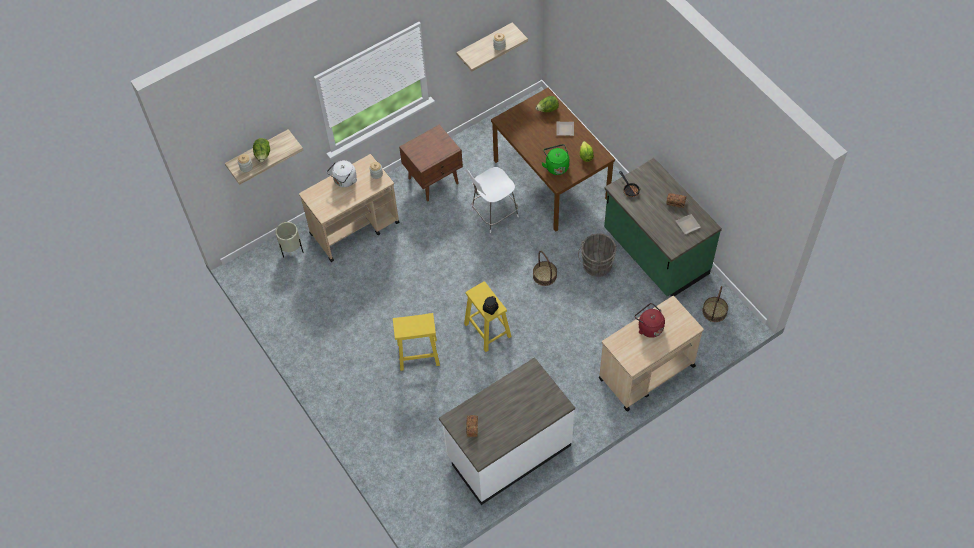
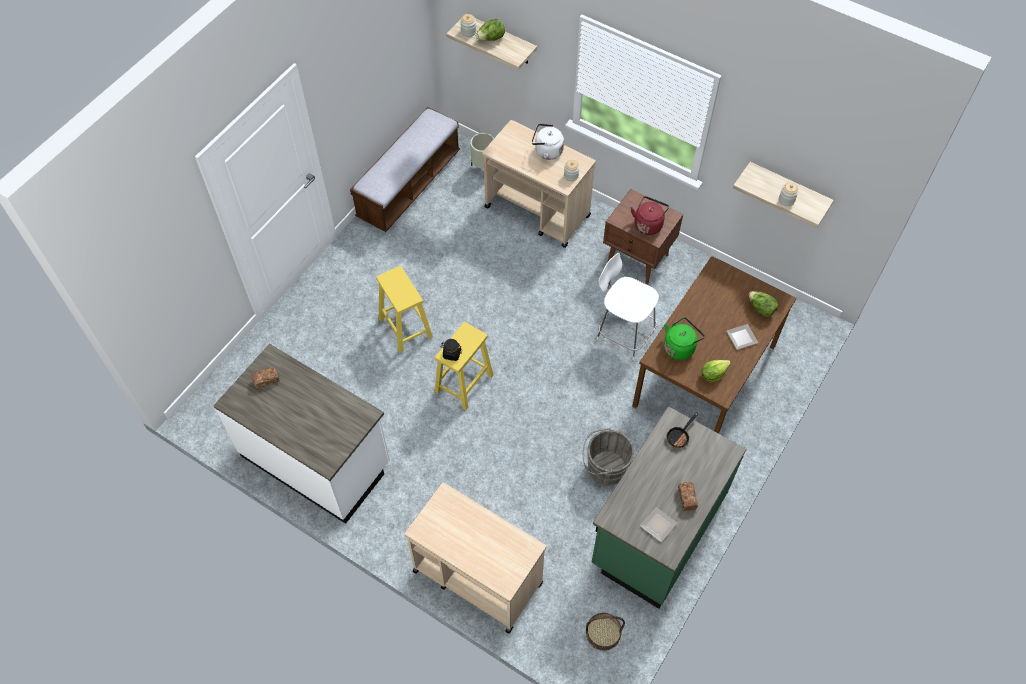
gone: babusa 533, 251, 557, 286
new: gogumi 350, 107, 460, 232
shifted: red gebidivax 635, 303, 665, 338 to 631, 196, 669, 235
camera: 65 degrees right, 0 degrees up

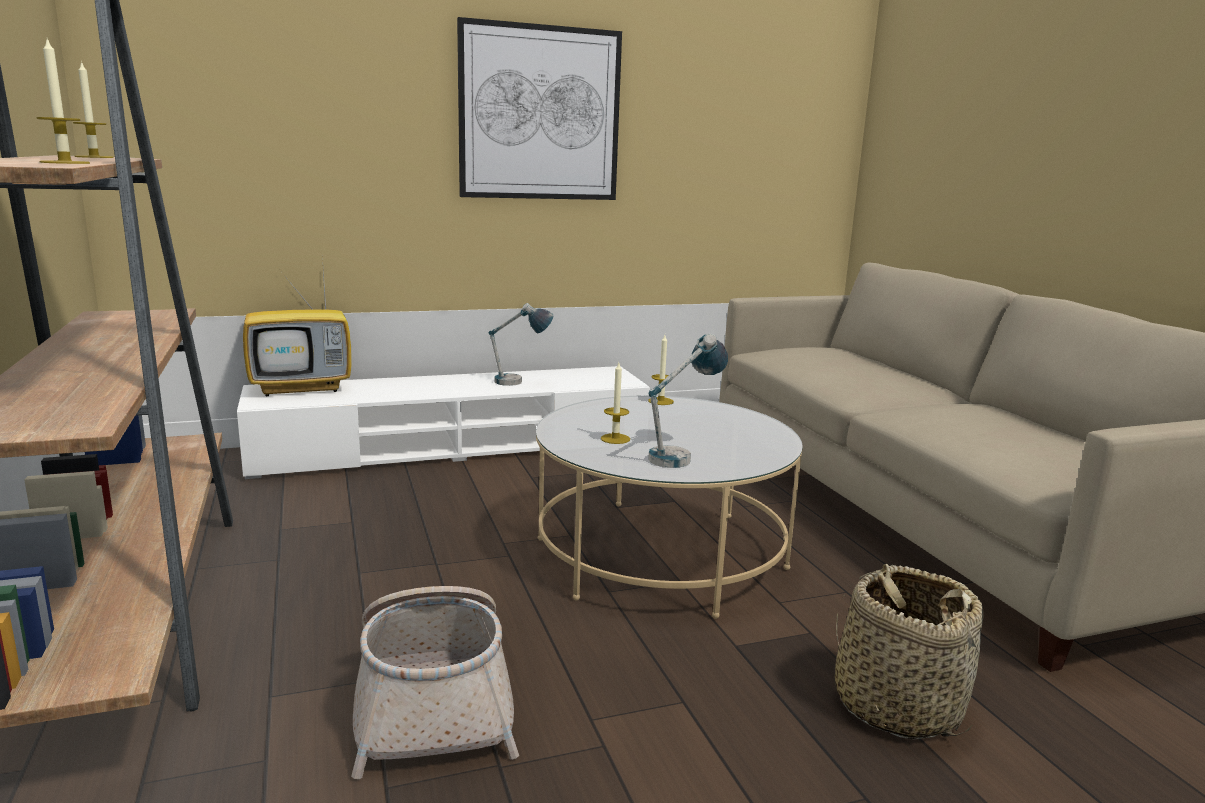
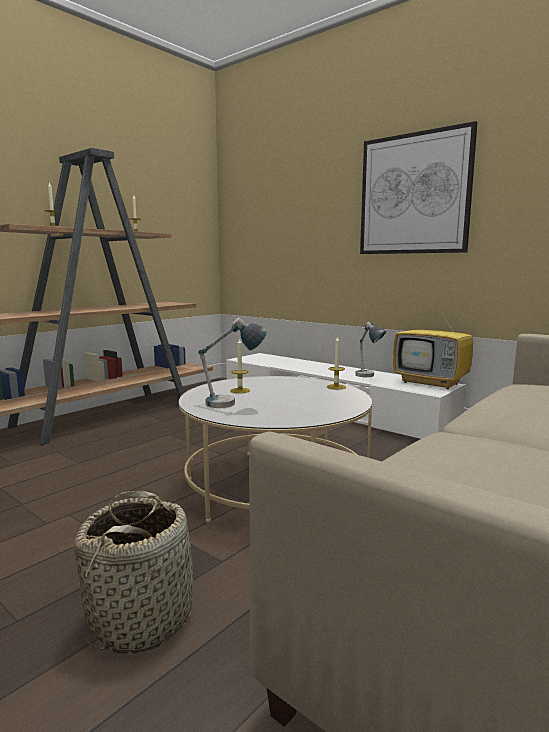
gone: babusa 351, 586, 519, 779
shifted: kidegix 243, 257, 352, 396 to 393, 298, 473, 389
camera: 60 degrees right, 5 degrees down

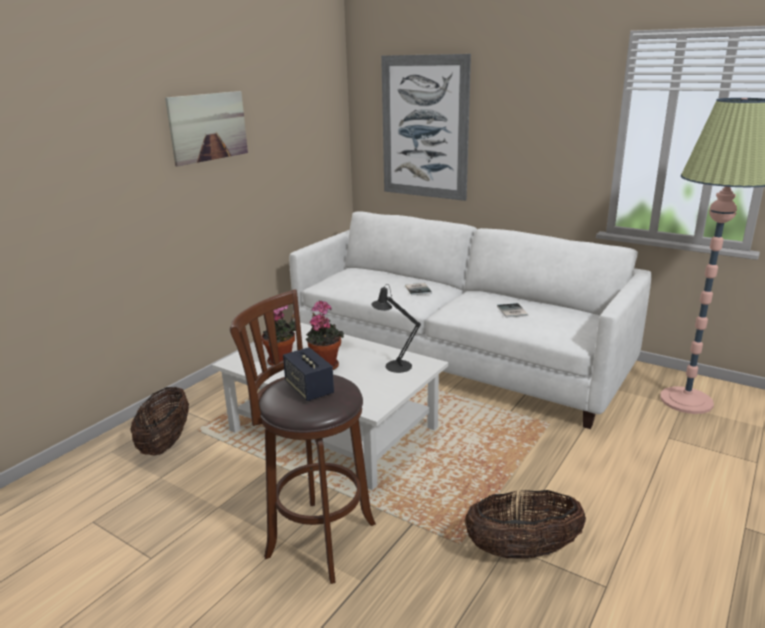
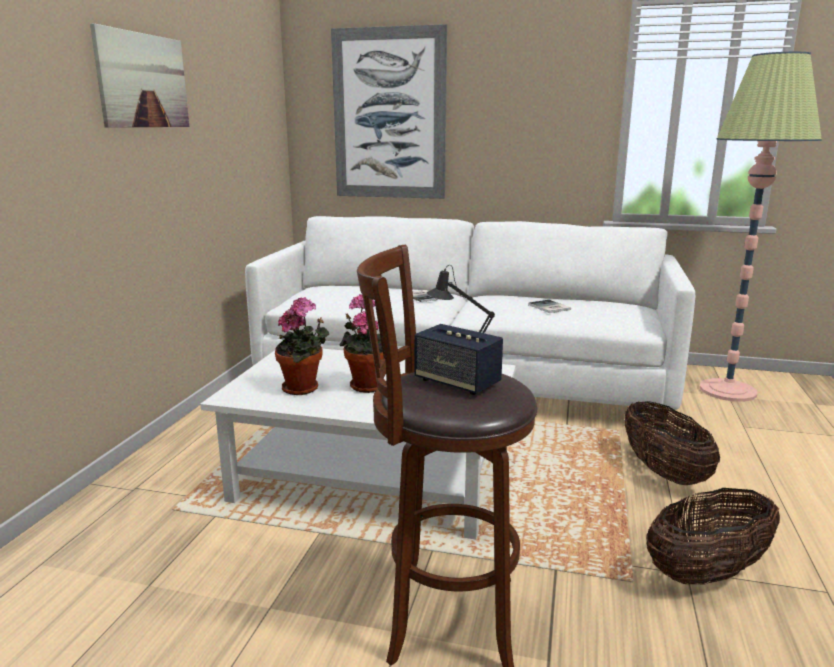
shifted: babusa 130, 387, 189, 455 to 625, 401, 720, 485
camera: 20 degrees left, 5 degrees down

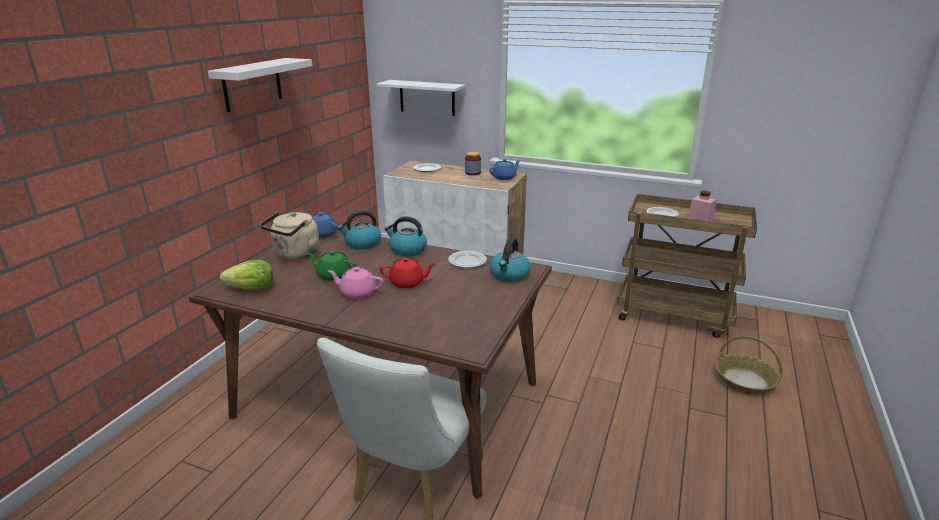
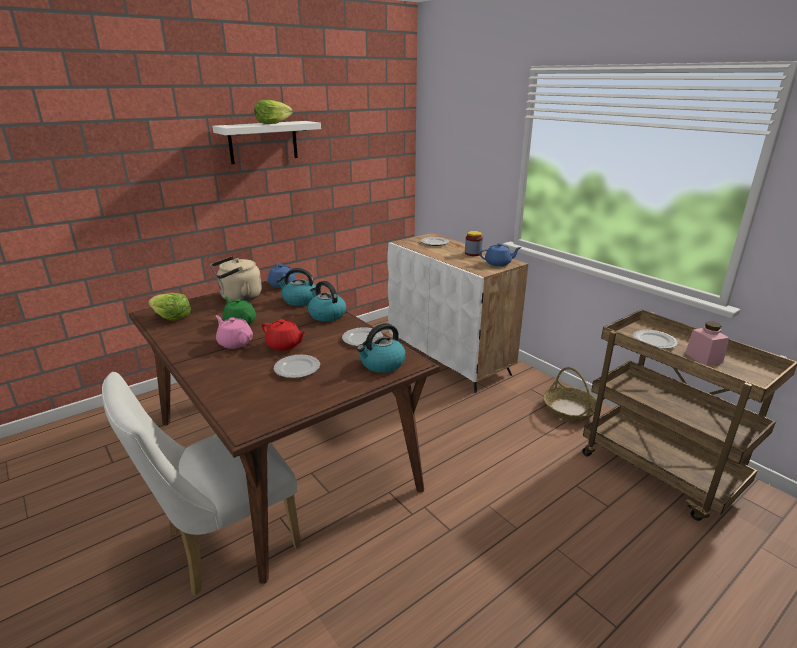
gone: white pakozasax 377, 80, 465, 116
new: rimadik 254, 100, 293, 124; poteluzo 274, 355, 320, 378
shifted: babusa 716, 336, 782, 395 to 544, 367, 597, 422
camera: 30 degrees right, 0 degrees up

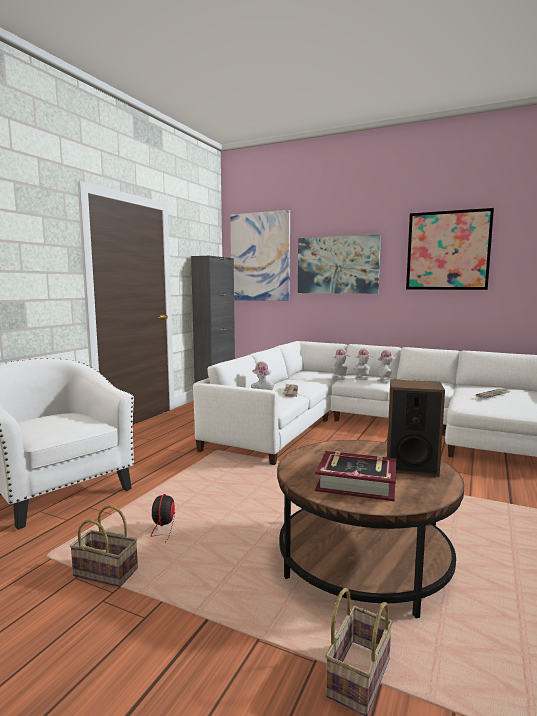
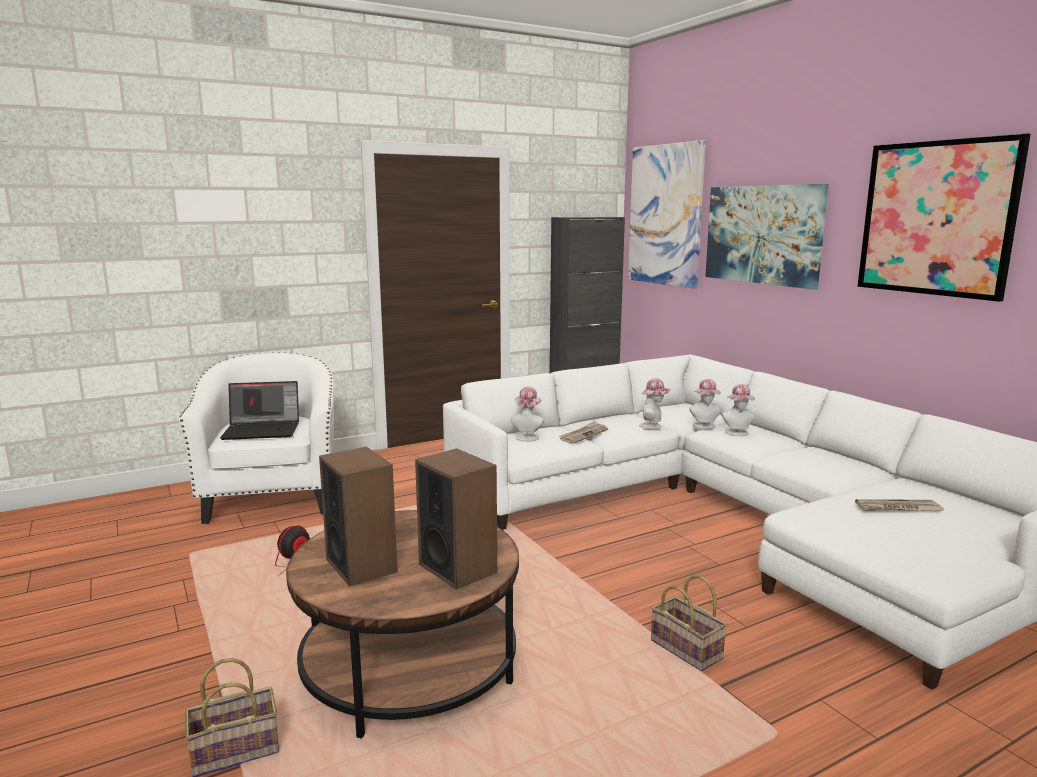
new: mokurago 220, 381, 299, 440
shifted: babusa 70, 505, 138, 587 to 651, 575, 727, 671; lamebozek 377, 350, 396, 382 to 639, 378, 671, 429
swapped: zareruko 315, 451, 396, 501 to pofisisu 319, 447, 398, 586
camera: 35 degrees right, 5 degrees up

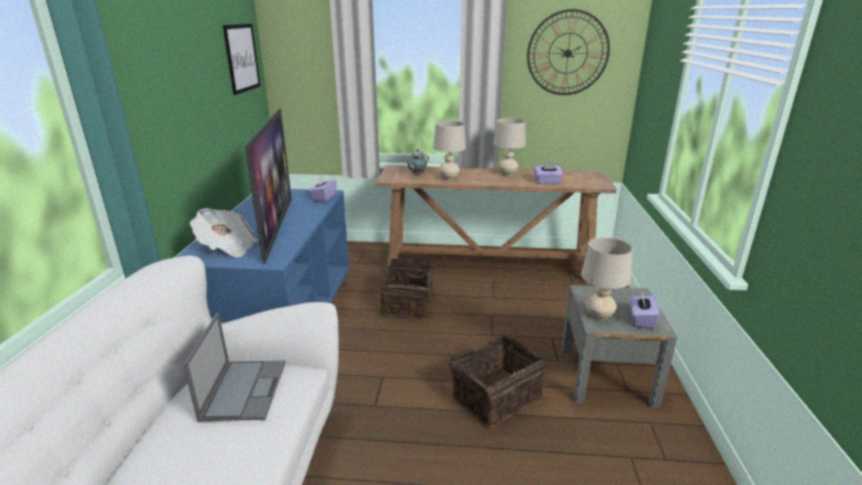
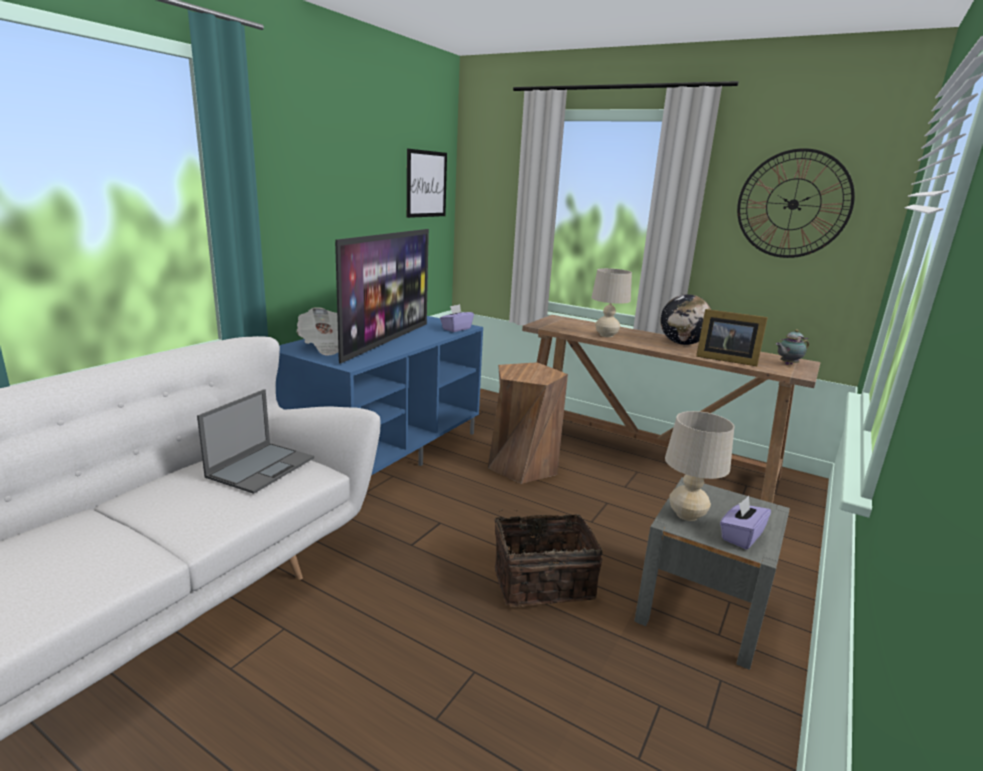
shifted: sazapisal 405, 149, 429, 176 to 776, 329, 809, 365
swapped: babusa 381, 258, 443, 319 to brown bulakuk 488, 362, 568, 484; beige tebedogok 493, 118, 526, 176 to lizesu 660, 294, 712, 345; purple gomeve 534, 163, 564, 184 to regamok 696, 309, 768, 366
camera: 25 degrees right, 5 degrees down

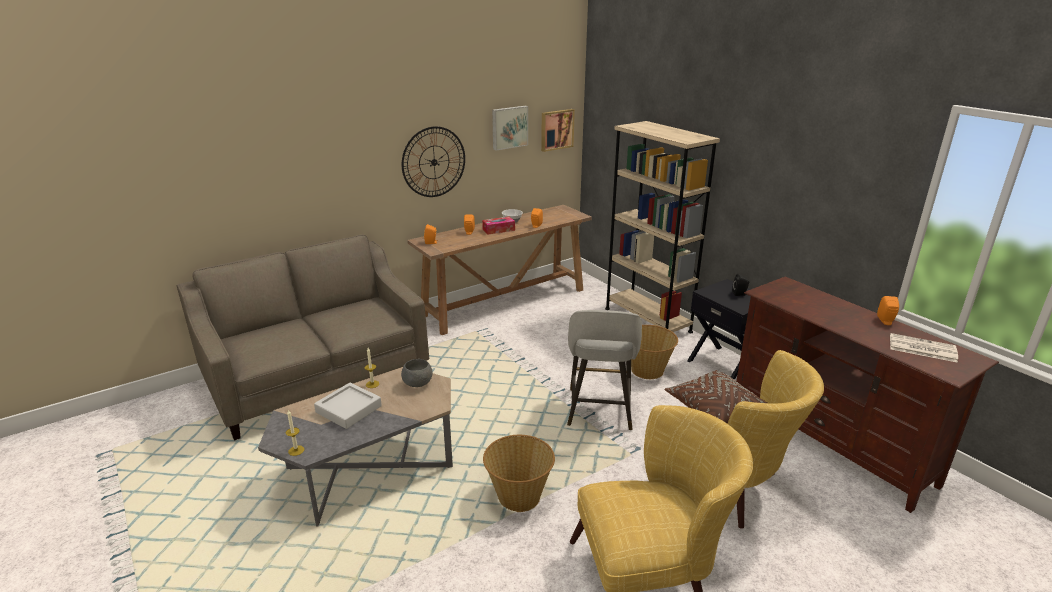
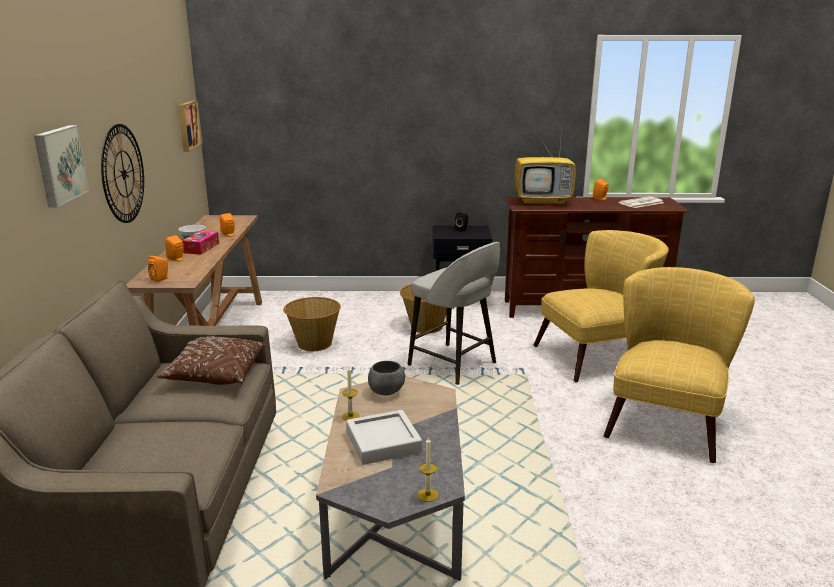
gone: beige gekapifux 605, 121, 720, 333
new: kidegix 514, 130, 576, 206
shifted: babusa 483, 435, 555, 512 to 283, 297, 341, 351; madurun 492, 106, 528, 151 to 34, 125, 89, 207; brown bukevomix 665, 370, 767, 424 to 157, 336, 266, 385
camera: 55 degrees left, 5 degrees down

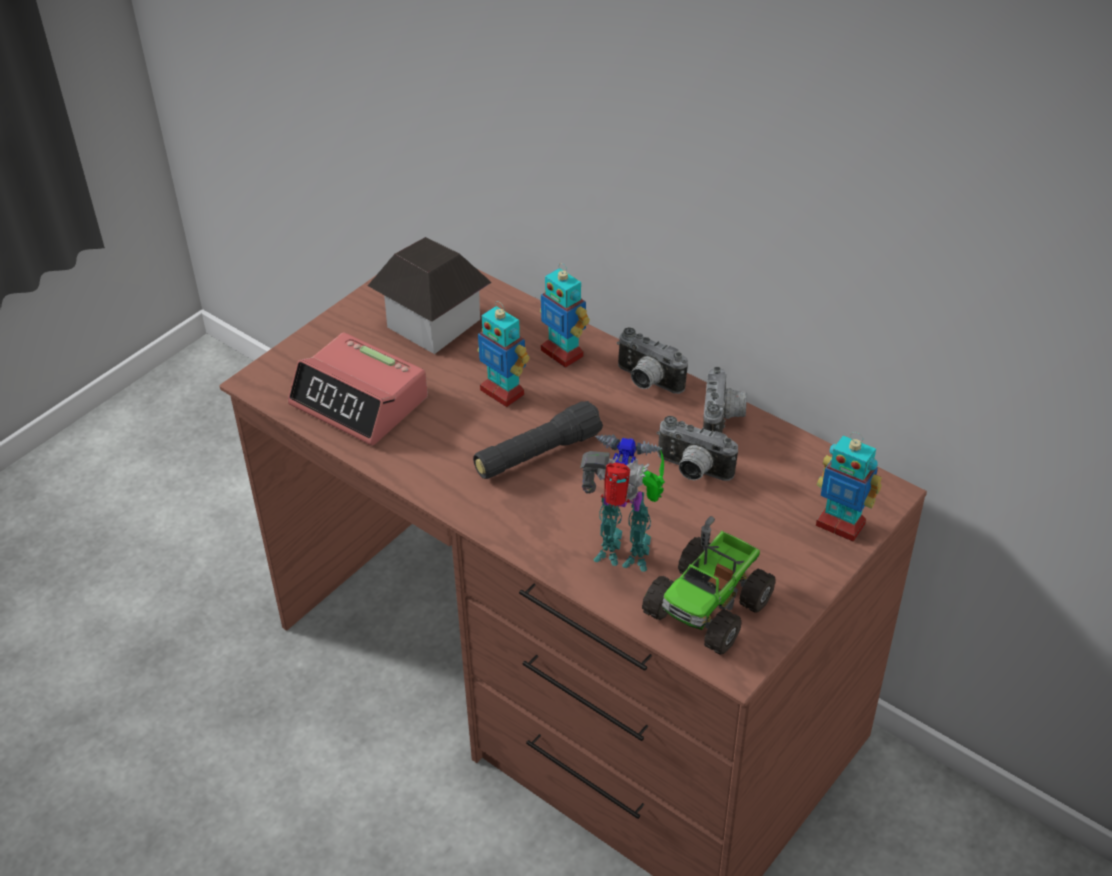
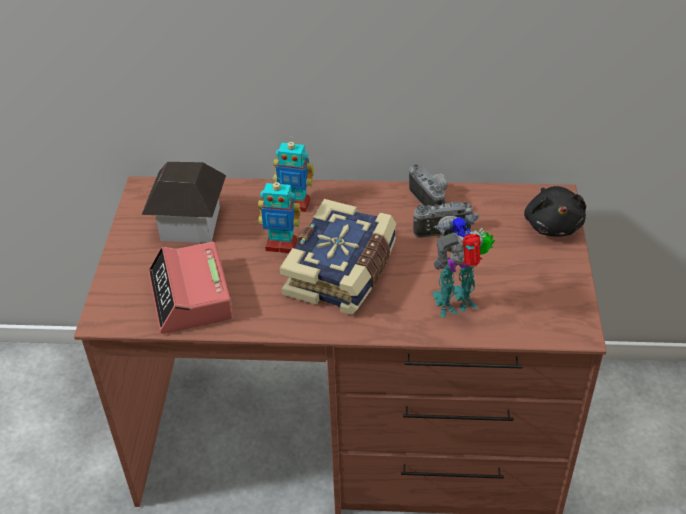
gone: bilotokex 617, 327, 688, 394; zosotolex 642, 516, 776, 655
swapped: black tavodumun 473, 401, 603, 479 to zareruko 280, 199, 396, 315; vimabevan 816, 432, 882, 542 to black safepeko 524, 186, 586, 237
rotated: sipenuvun 288, 332, 428, 446 = 148, 242, 234, 334 75 degrees clockwise
camera: 35 degrees left, 0 degrees up

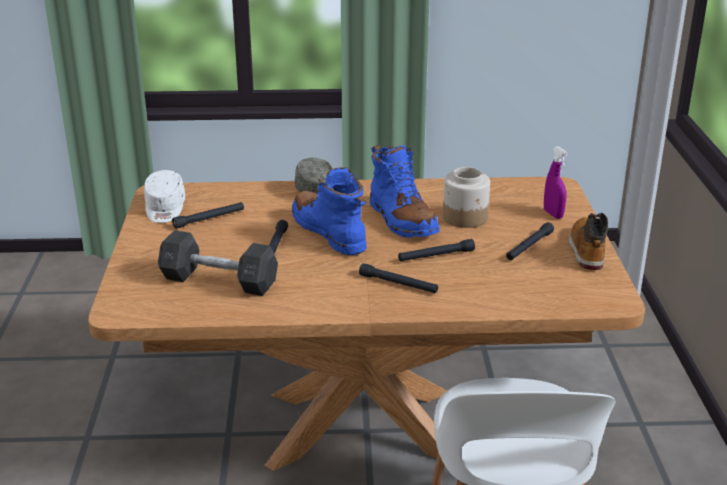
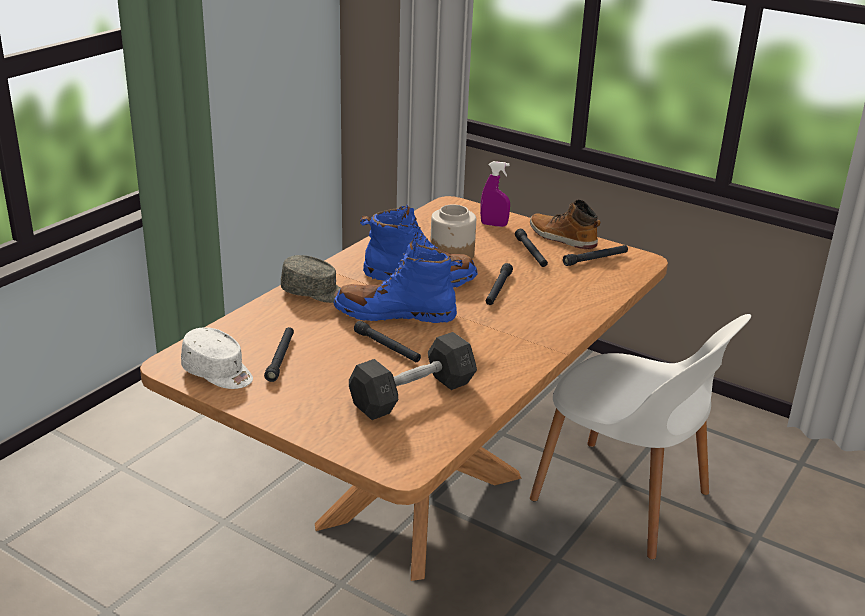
shifted: black tavodumun 359, 263, 438, 293 to 563, 245, 628, 266
camera: 55 degrees left, 0 degrees up

